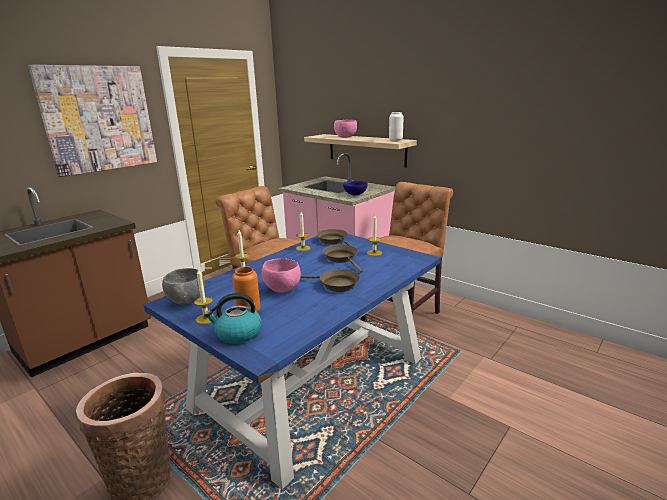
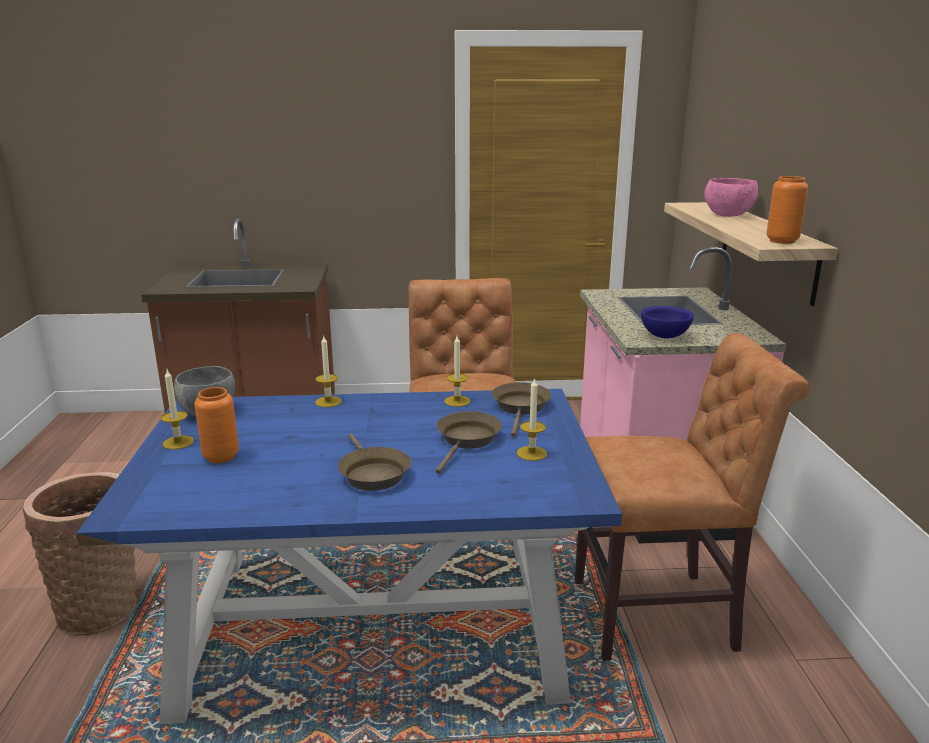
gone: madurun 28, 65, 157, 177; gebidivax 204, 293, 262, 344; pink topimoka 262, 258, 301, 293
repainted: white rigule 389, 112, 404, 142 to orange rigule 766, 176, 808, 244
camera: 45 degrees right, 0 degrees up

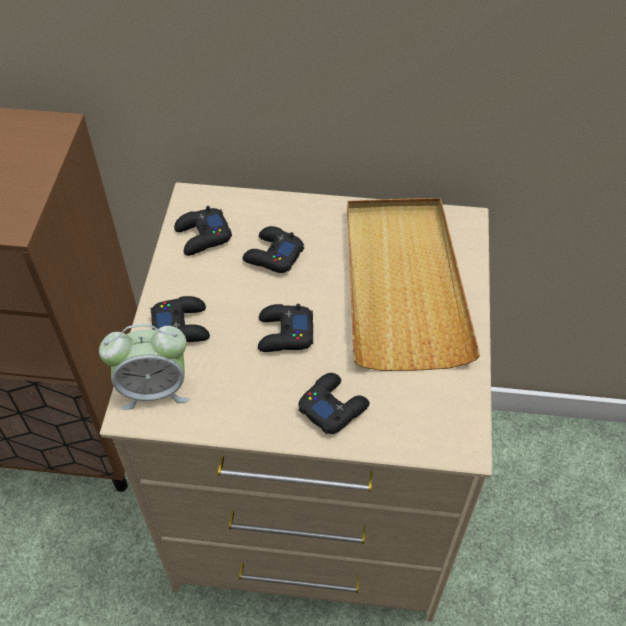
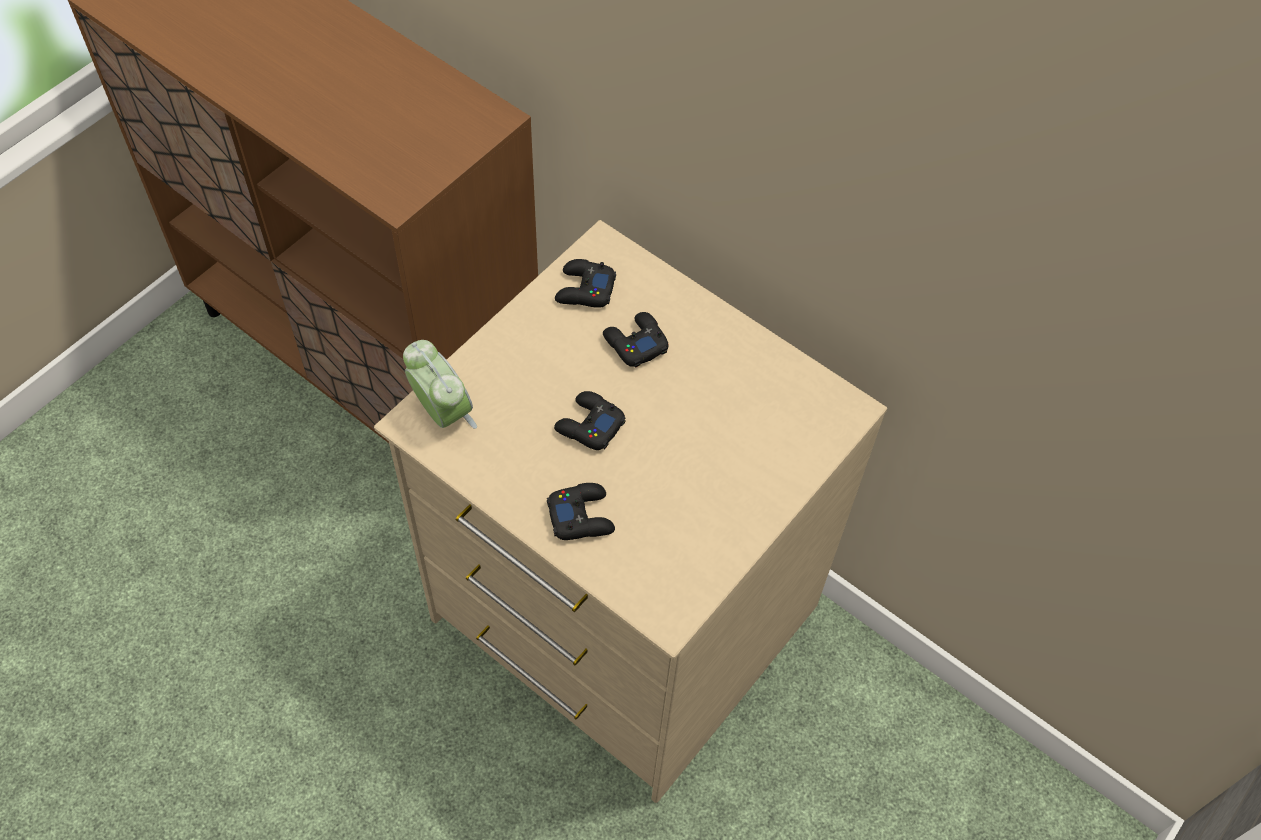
gone: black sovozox 150, 296, 210, 342; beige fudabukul 347, 198, 480, 371
rotated: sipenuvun 99, 324, 190, 410 = 403, 340, 477, 429 150 degrees counterclockwise
camera: 30 degrees right, 5 degrees up

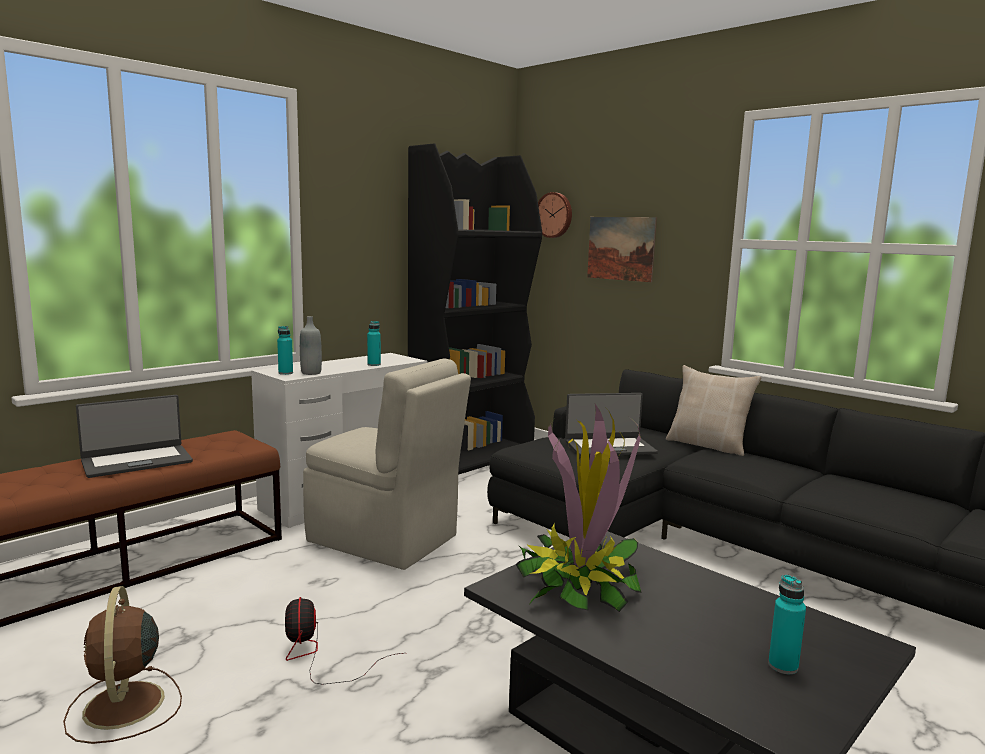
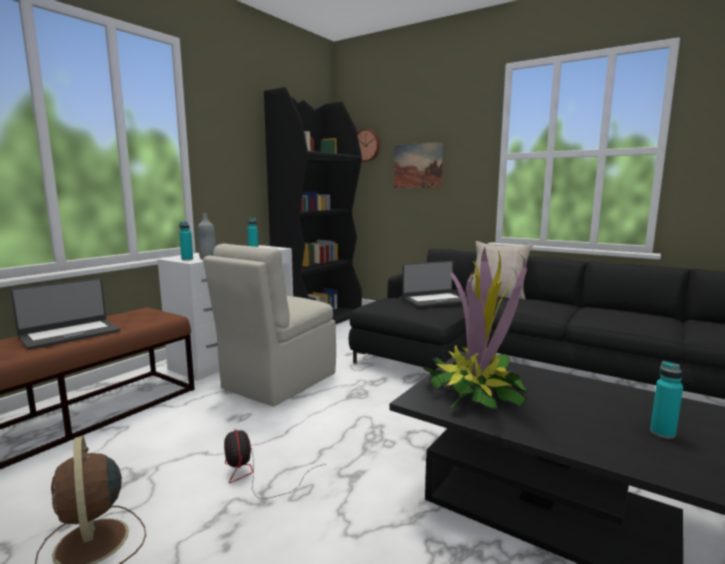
rotated: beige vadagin 303, 358, 471, 570 = 203, 243, 336, 406 105 degrees clockwise
camera: 10 degrees left, 0 degrees up

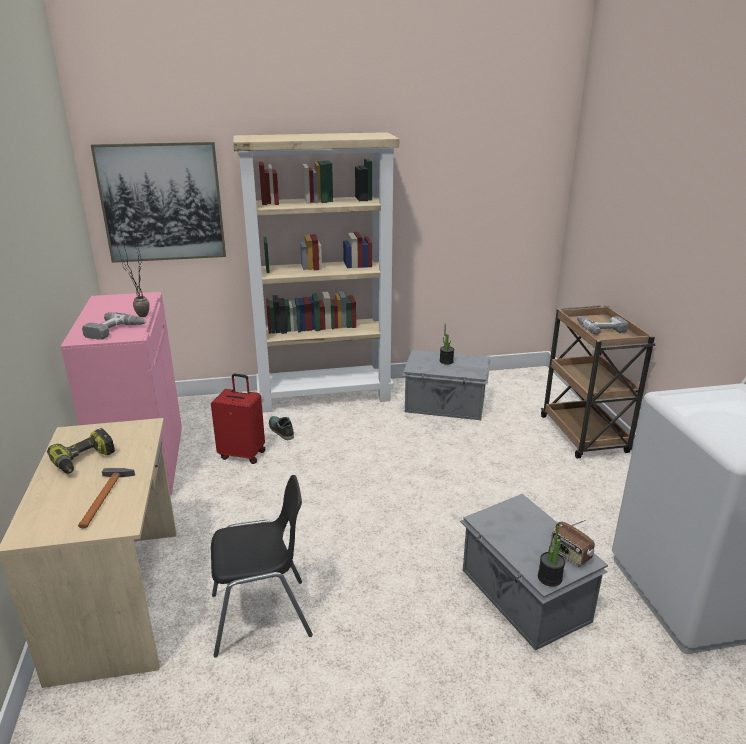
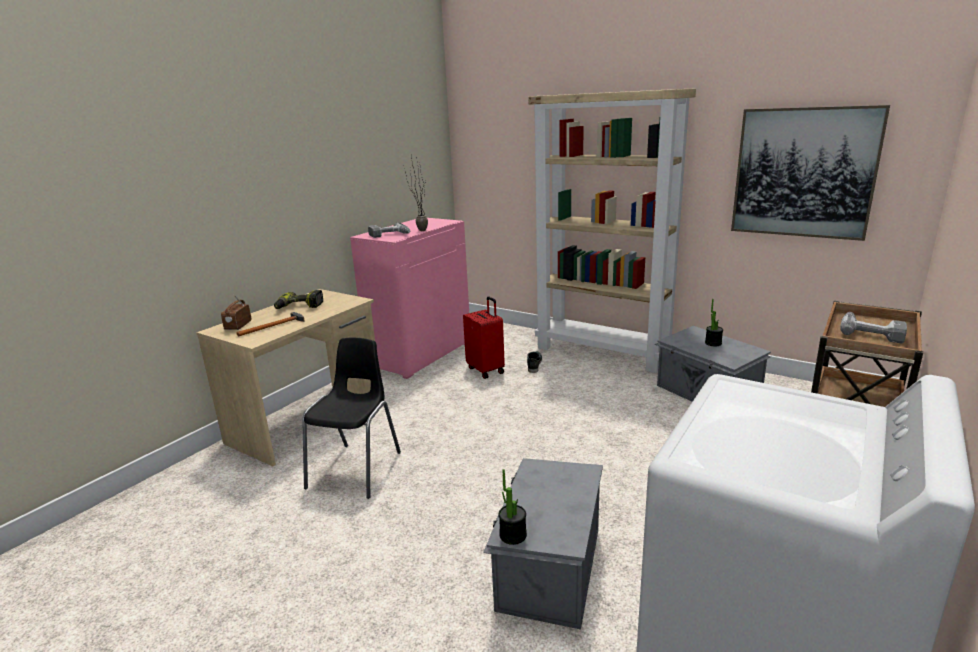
shifted: madurun 91, 142, 226, 263 to 731, 105, 890, 241; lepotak 550, 520, 595, 566 to 221, 294, 251, 330
rotated: black vadagin 211, 475, 313, 658 = 302, 338, 401, 499 105 degrees counterclockwise
camera: 45 degrees right, 5 degrees down

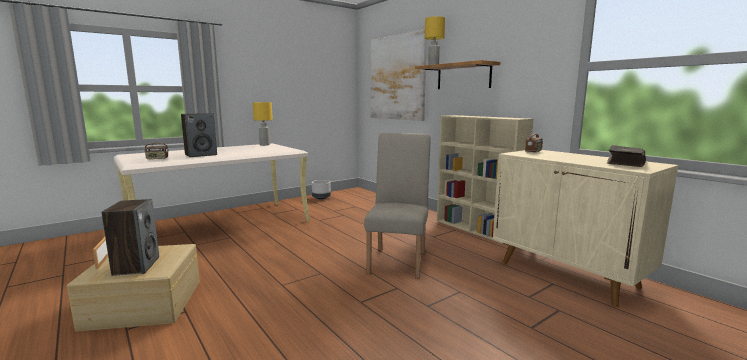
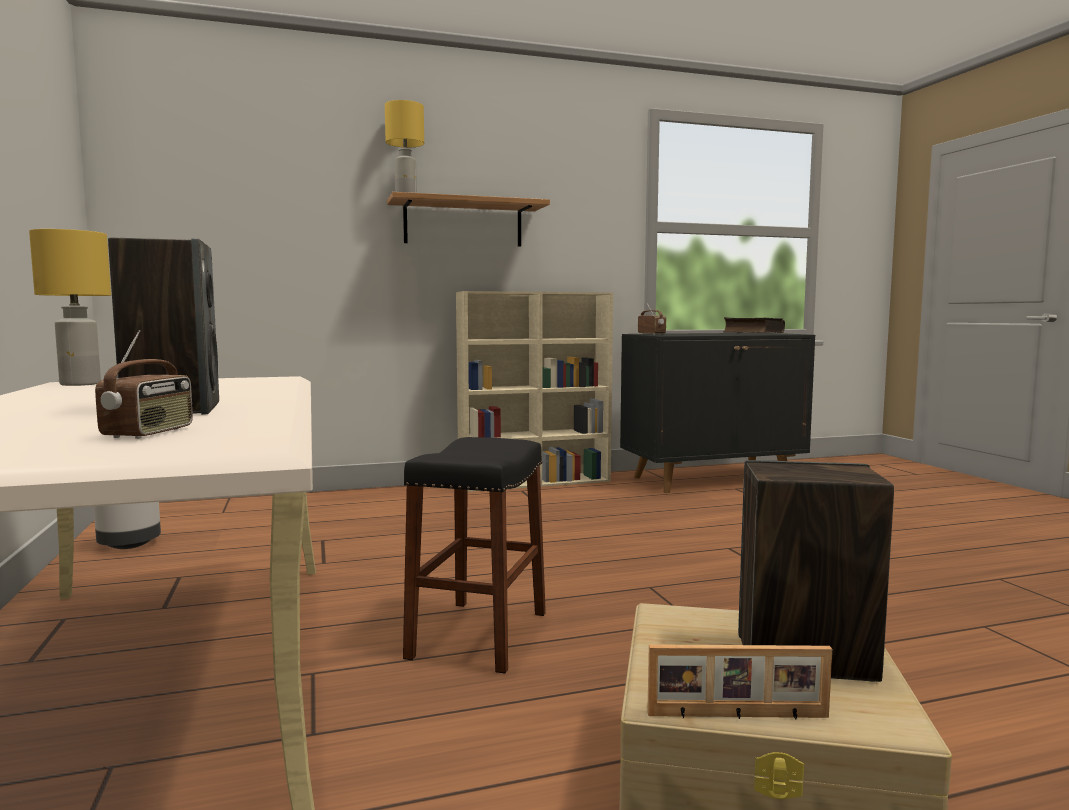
gone: beige vadagin 364, 133, 431, 279; madurun 371, 29, 427, 121
new: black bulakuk 403, 437, 546, 674
repainted: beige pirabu 493, 150, 678, 307 to black pirabu 620, 333, 815, 493
camera: 70 degrees left, 5 degrees down

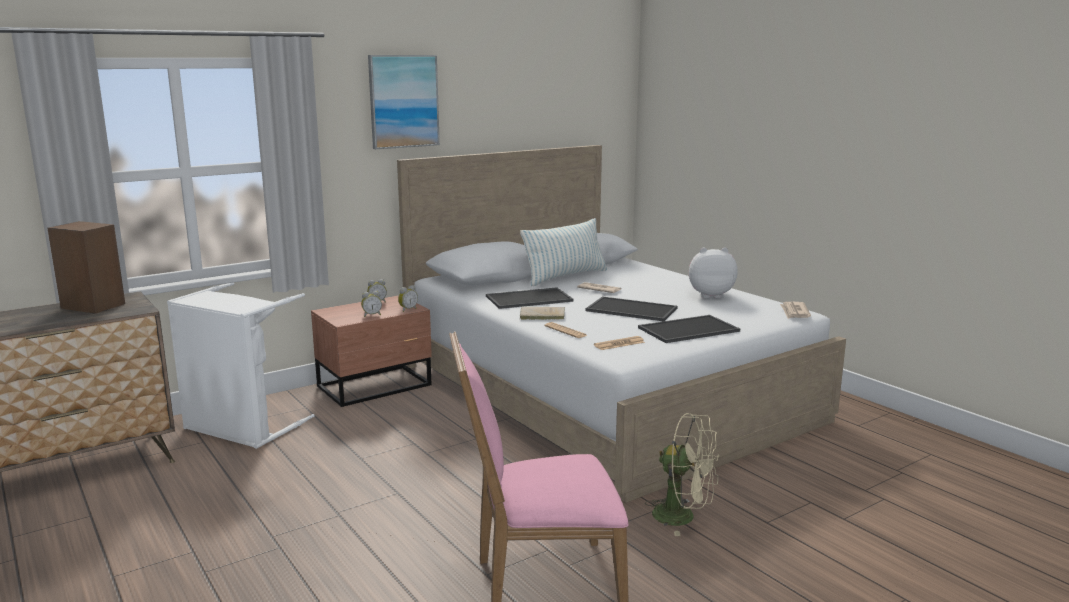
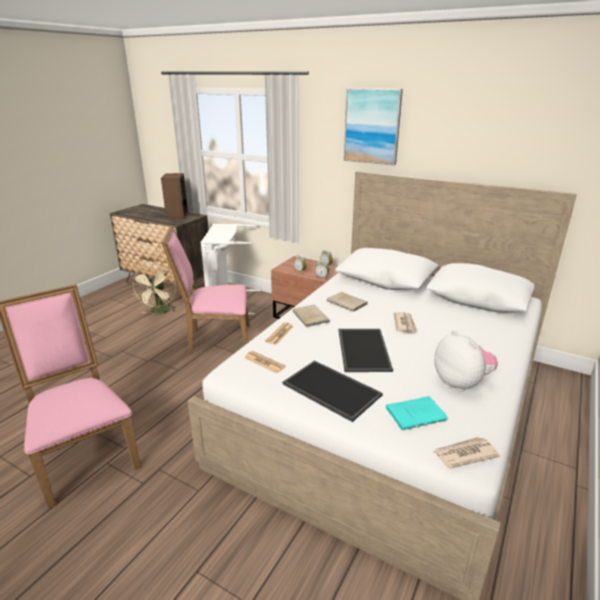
gone: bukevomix 520, 218, 607, 286
new: pink vadagin 161, 225, 249, 354; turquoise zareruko 386, 396, 448, 430
shifted: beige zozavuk 645, 413, 719, 536 to 131, 265, 176, 314
swapped: fudabukul 486, 287, 574, 309 to beige zareruko 327, 292, 368, 312
camera: 65 degrees right, 10 degrees up

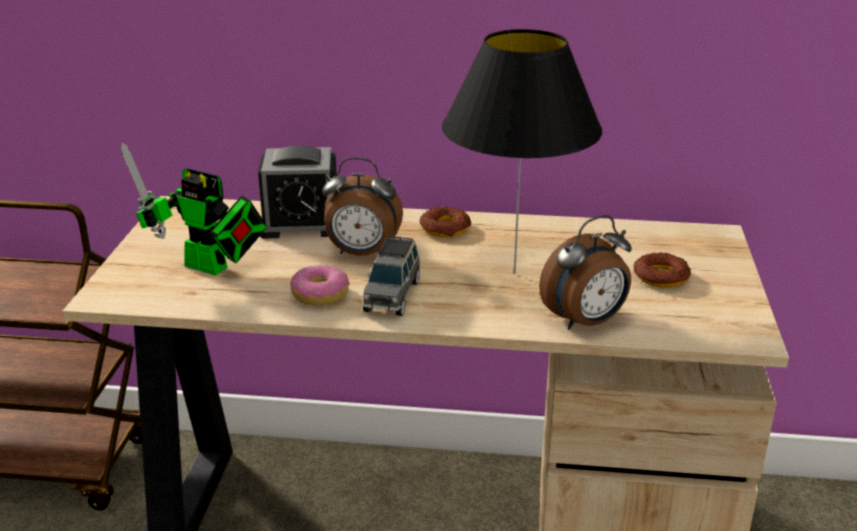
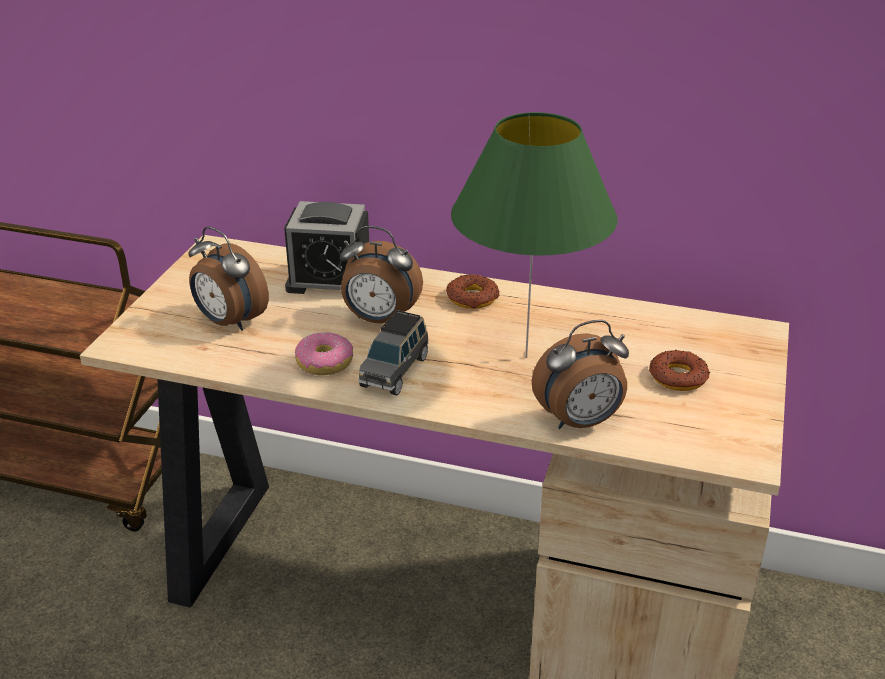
swapped: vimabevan 121, 143, 267, 276 to sipenuvun 189, 226, 269, 331
repainted: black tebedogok 442, 29, 602, 274 to green tebedogok 451, 112, 617, 358
camera: 10 degrees right, 5 degrees up

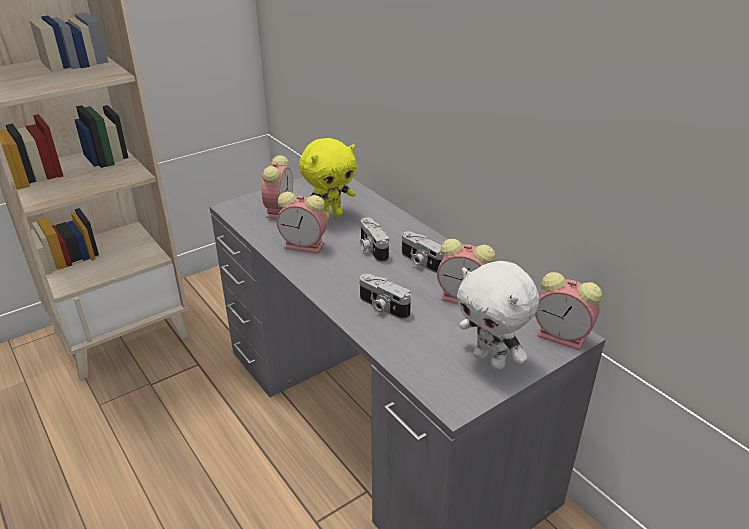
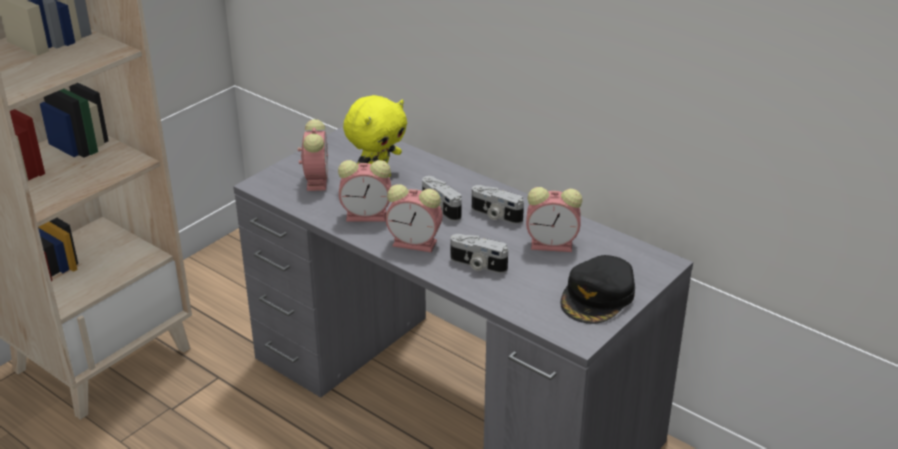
shifted: sipenuvun 535, 272, 602, 350 to 386, 184, 443, 252
swapped: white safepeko 457, 261, 539, 371 to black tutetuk 560, 255, 635, 324
camera: 15 degrees left, 0 degrees up

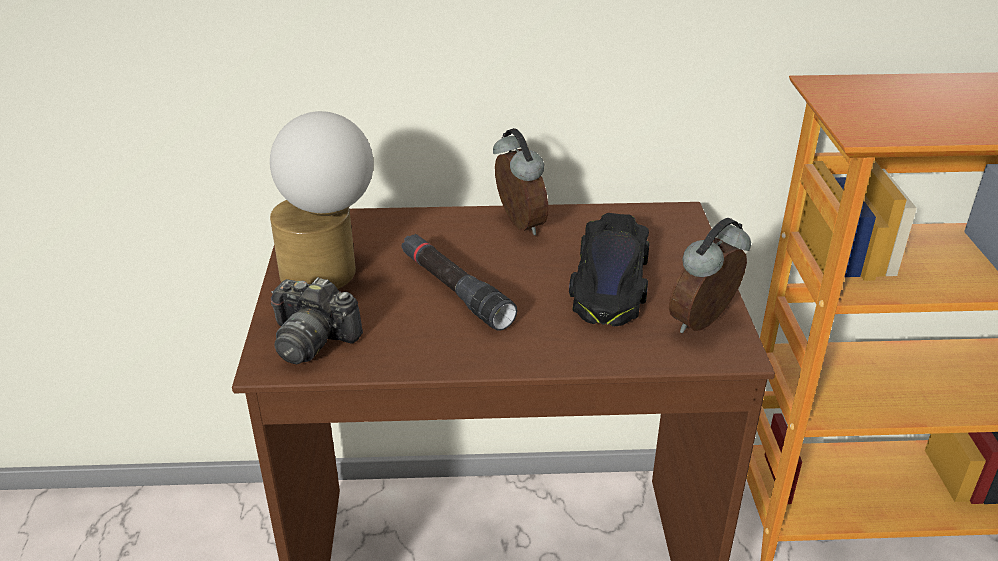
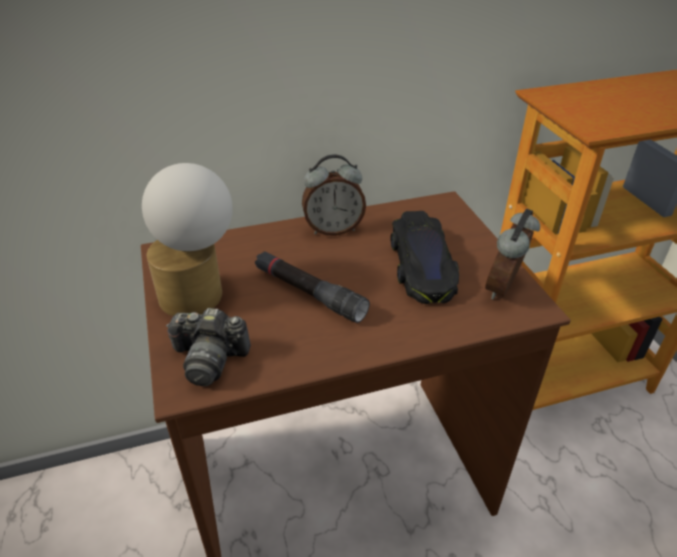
rotated: sipenuvun 493, 128, 548, 235 = 302, 154, 366, 236 120 degrees clockwise
camera: 15 degrees left, 5 degrees up

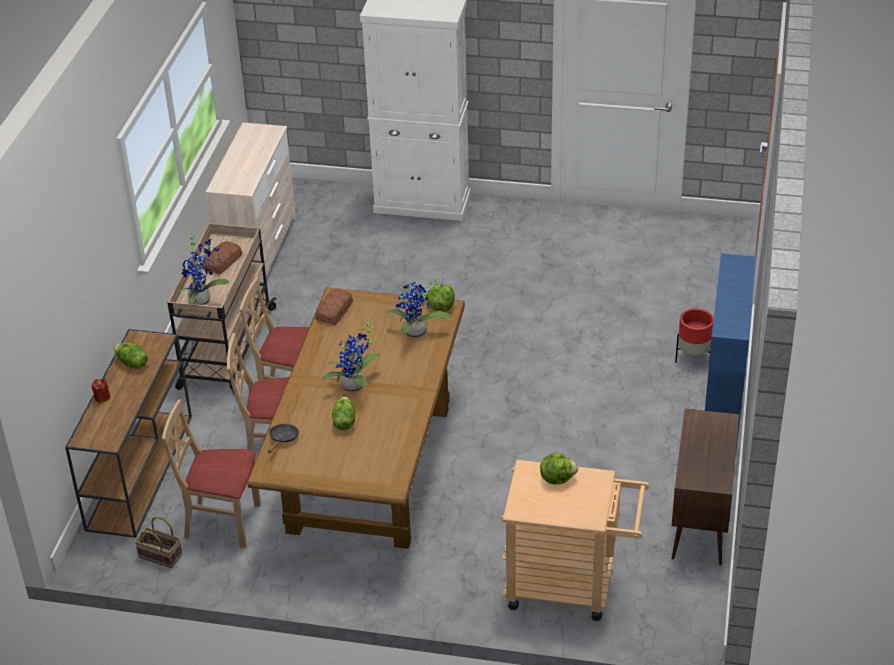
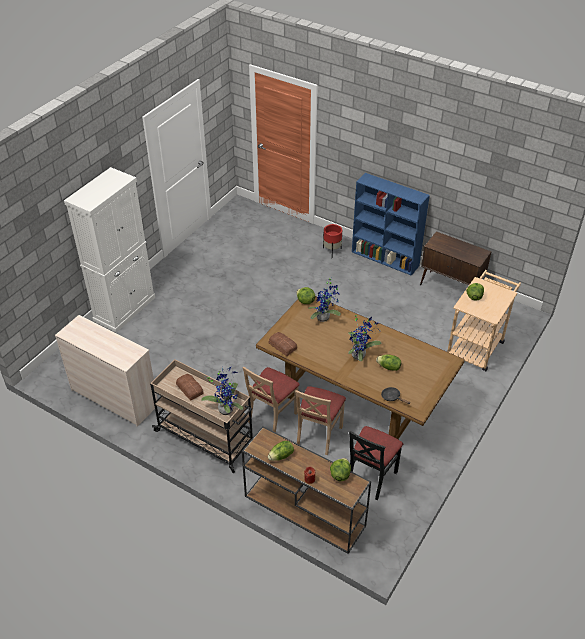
gone: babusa 134, 516, 182, 568
new: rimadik 330, 458, 351, 481
repainted: beige vadagin 162, 399, 261, 548 to black vadagin 349, 426, 403, 500
camera: 70 degrees left, 5 degrees up

